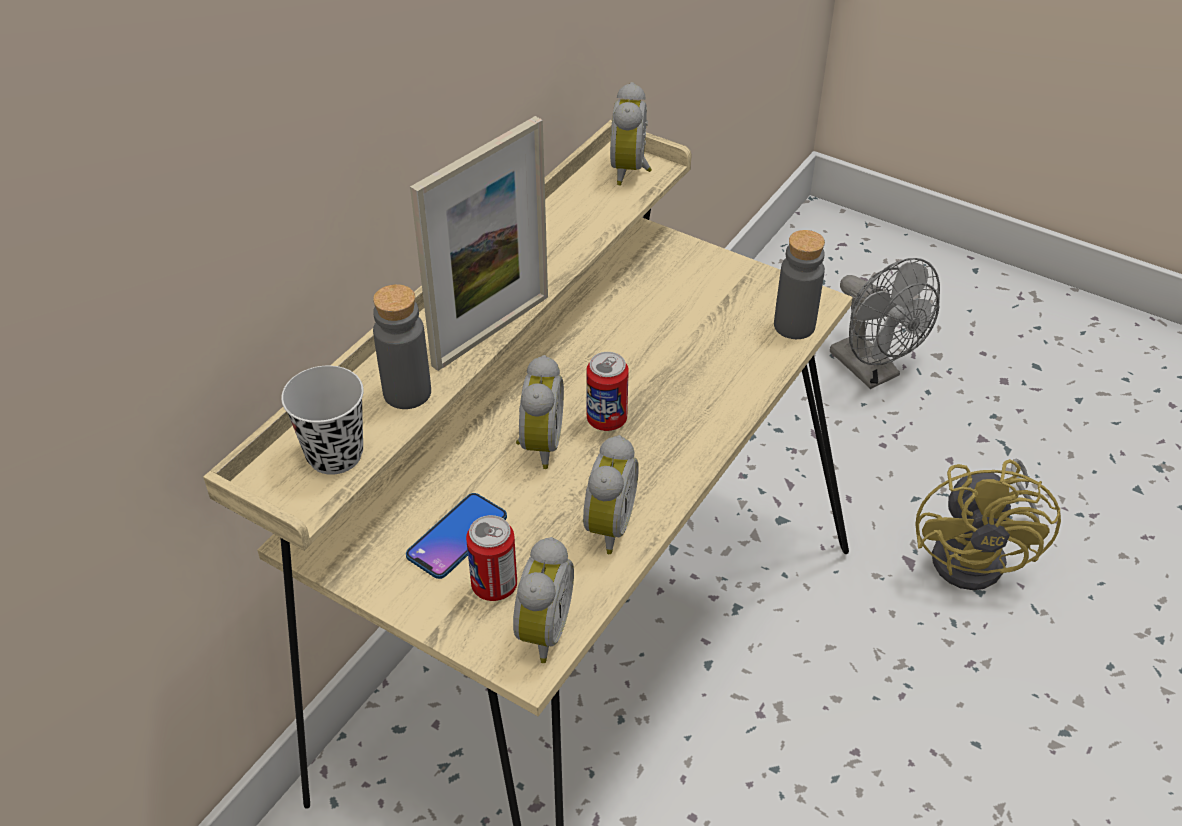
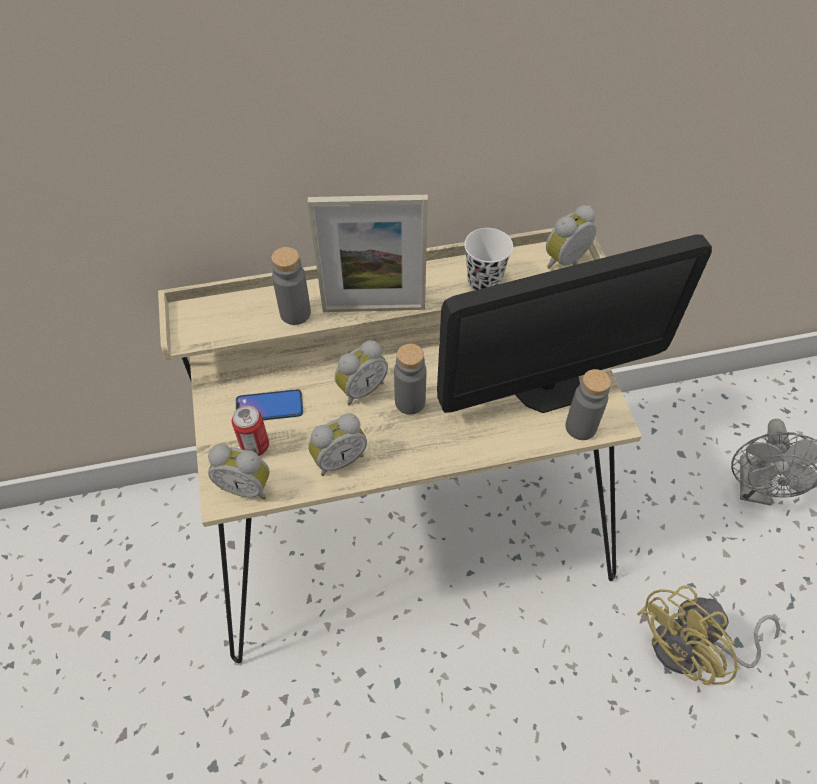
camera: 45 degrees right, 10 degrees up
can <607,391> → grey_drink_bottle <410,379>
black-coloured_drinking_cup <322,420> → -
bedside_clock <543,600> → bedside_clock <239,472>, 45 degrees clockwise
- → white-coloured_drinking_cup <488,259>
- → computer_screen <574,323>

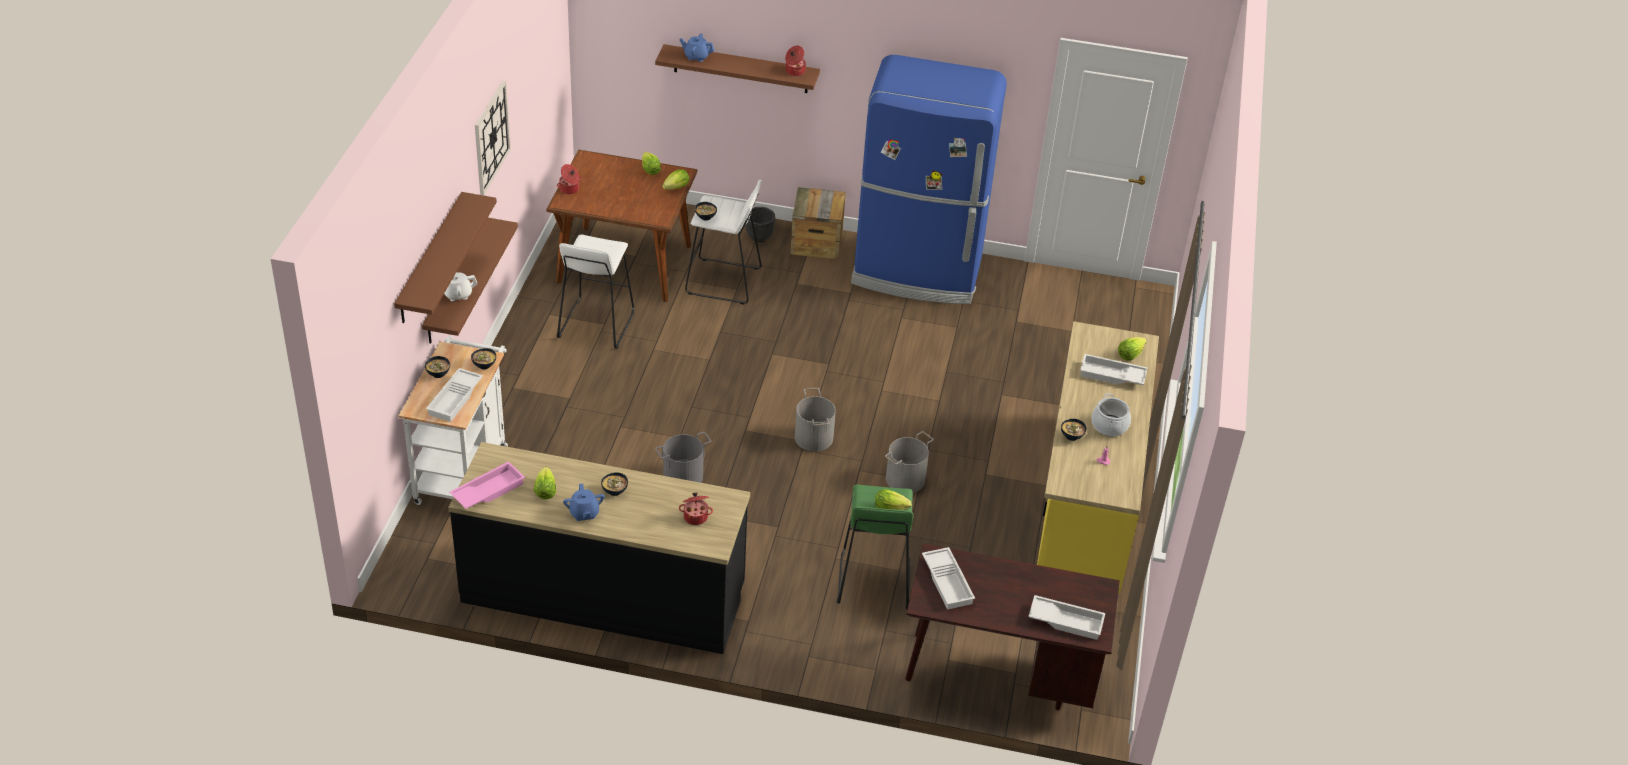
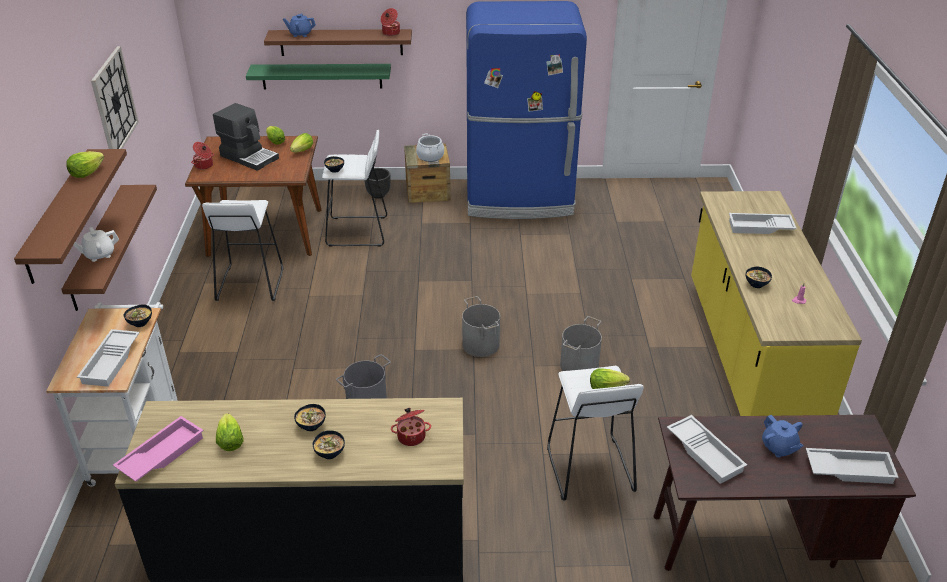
camera: 10 degrees left, 5 degrees down
lettuce_head <1132,349> → lettuce_head <85,164>, shifted
serving_bowl <437,367> → serving_bowl <329,444>, shifted
stockpot <1111,415> → stockpot <430,147>, shifted
blue-coloured_teapot <584,502> → blue-coloured_teapot <783,436>, shifted
green_sitting_stool <875,546> → white-coloured_sitting_stool <595,433>
- → green_shelf <318,76>
- → coffee_machine <246,137>

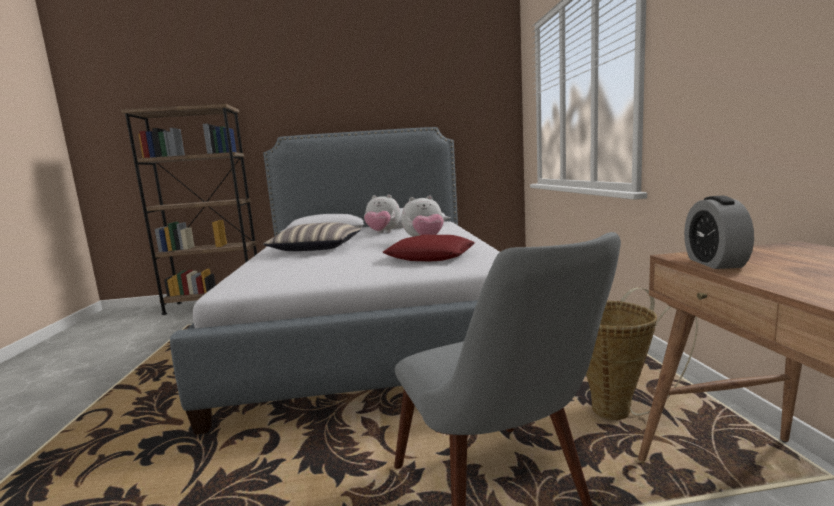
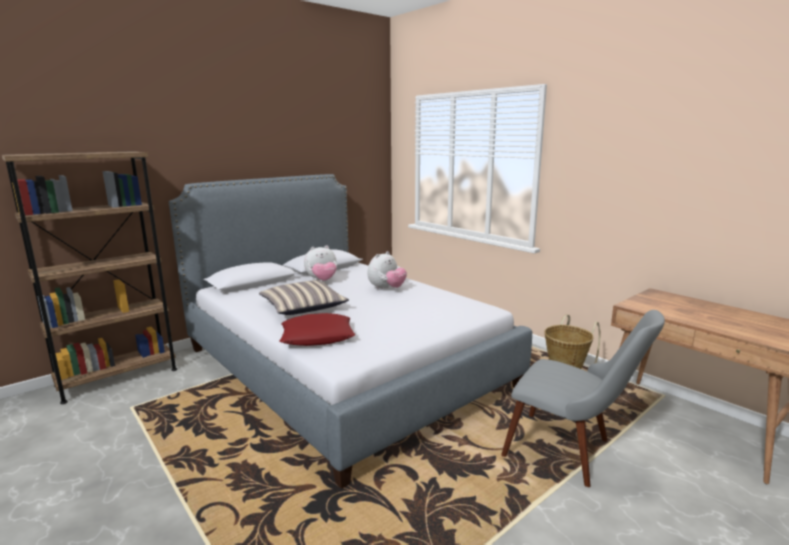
camera: 35 degrees left, 5 degrees up
bedside_clock <719,232> → -
red-coloured_cushion <428,248> → red-coloured_cushion <317,329>, shifted

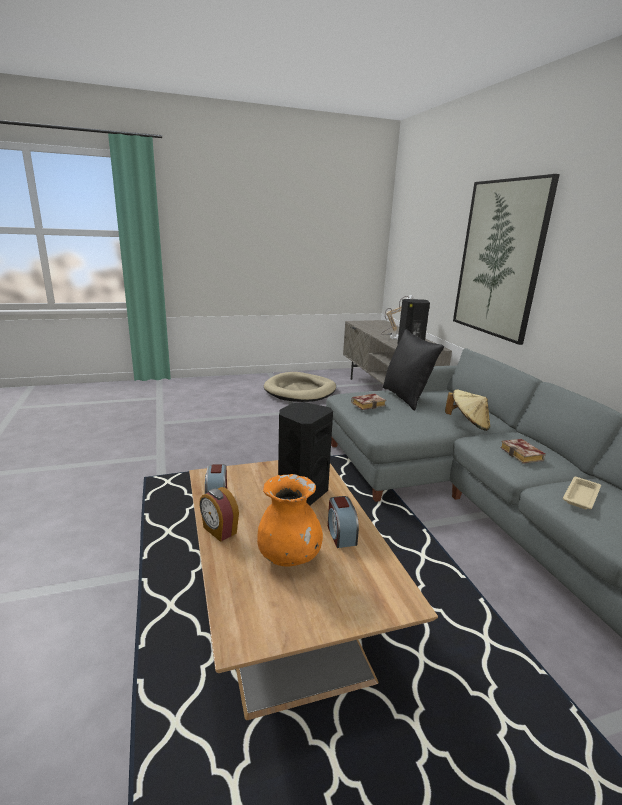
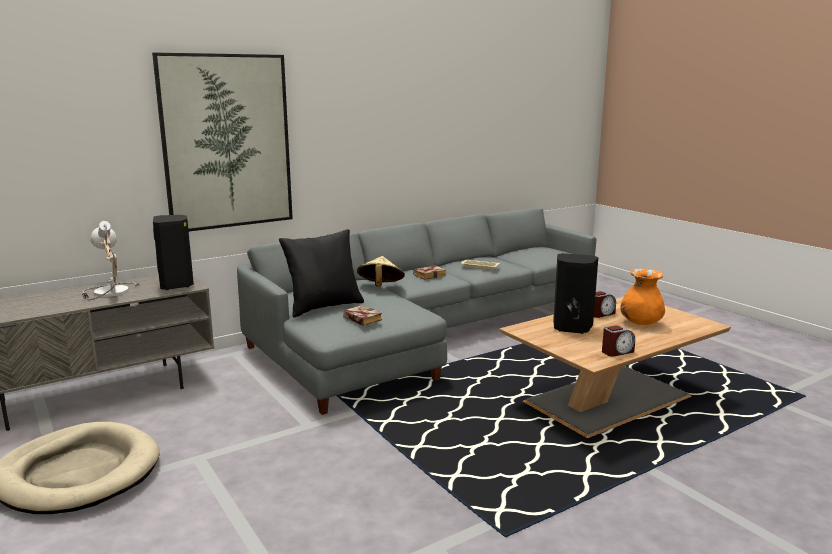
camera: 105 degrees left, 5 degrees down
bedside_clock <219,514> → -

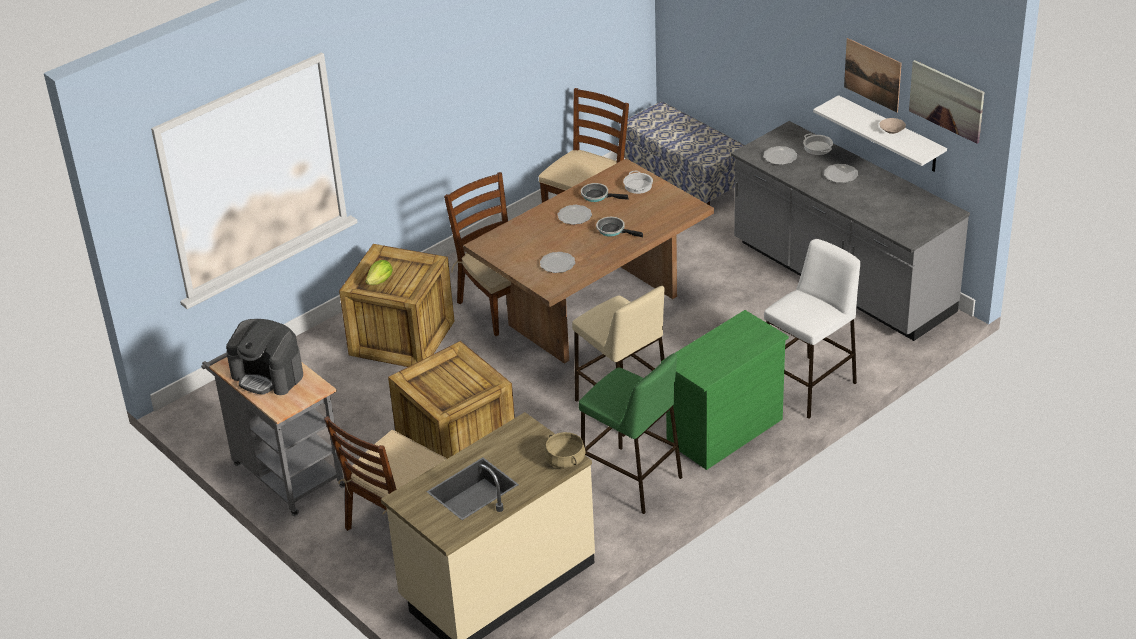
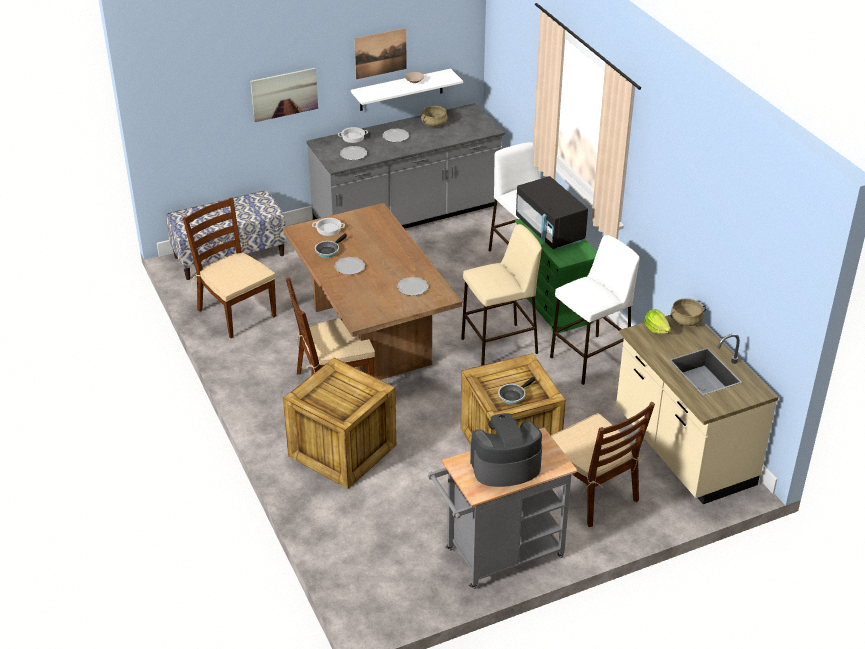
camera: 75 degrees left, 0 degrees up
wall_picture <946,102> → wall_picture <284,95>, shifted
pan <619,227> → pan <517,391>, shifted
lettuce_head <379,272> → lettuce_head <657,321>, shifted
coffee_machine <264,357> → coffee_machine <506,450>, 150 degrees counterclockwise
green_sitting_stool <631,433> → white-coloured_sitting_stool <595,310>
- → beige_stockpot <434,116>
- → black-coloured_microwave_oven <552,212>

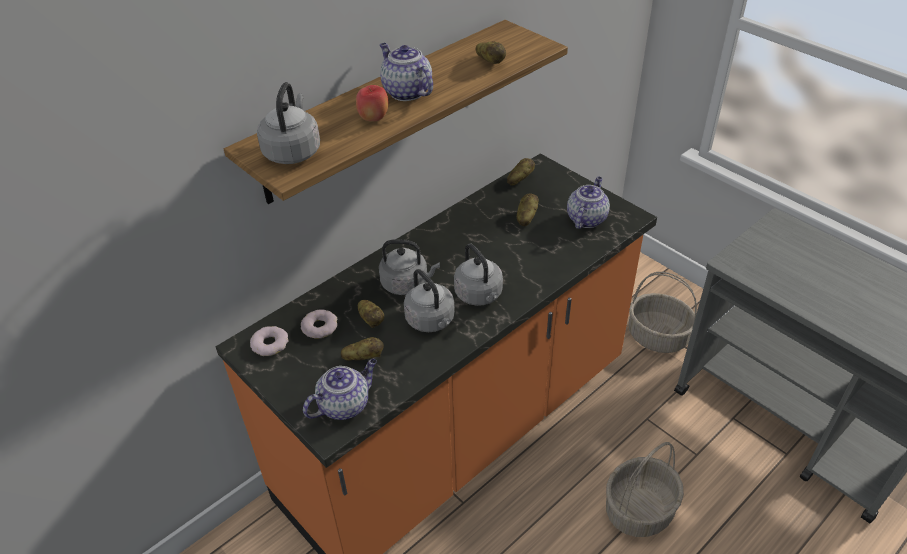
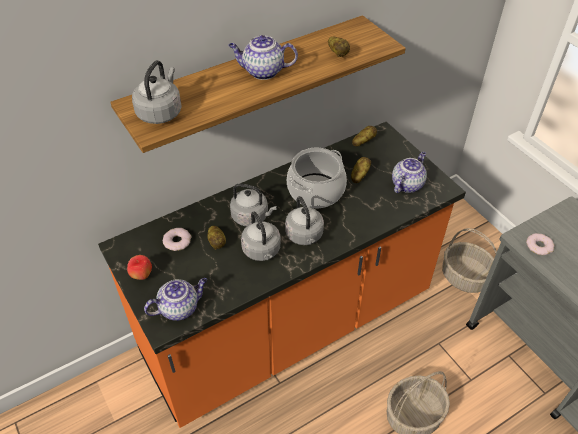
camera: 10 degrees right, 5 degrees up
teapot <406,72> → teapot <263,57>, 60 degrees counterclockwise
apple <372,103> → apple <139,267>, shifted
doughnut <269,341> → doughnut <540,244>, shifted
spud <362,349> → -
- → stockpot <317,177>

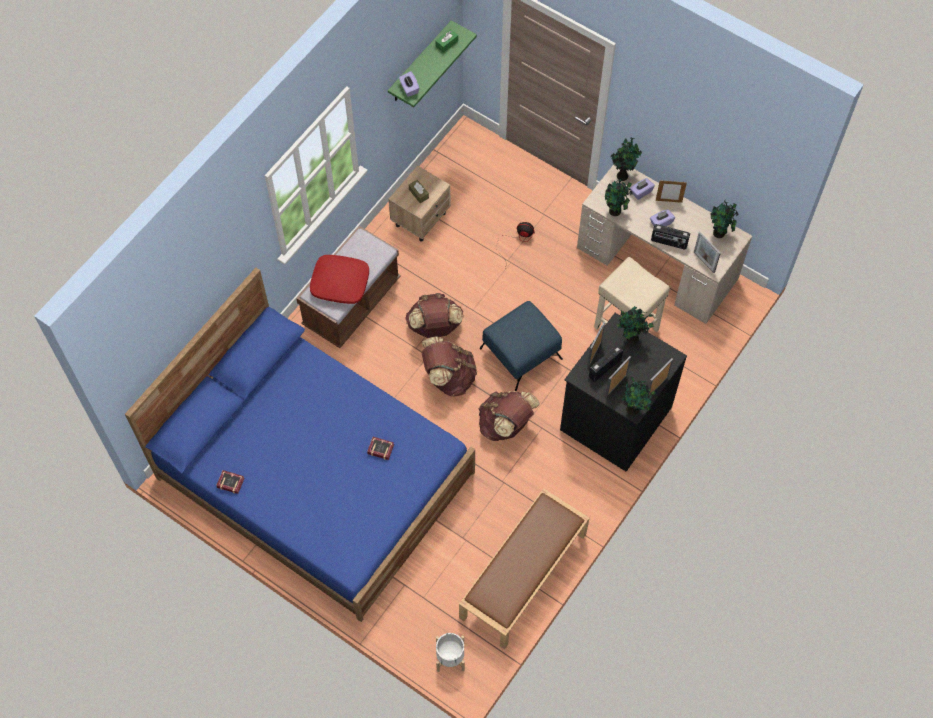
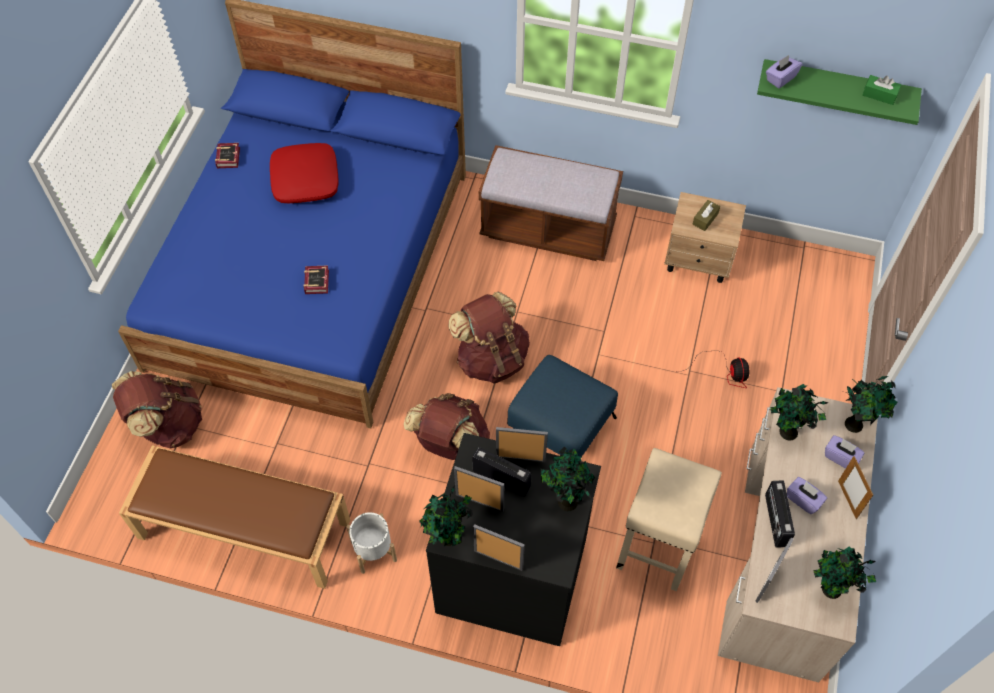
camera: 70 degrees right, 5 degrees down
red-coloured_cushion <339,279> → red-coloured_cushion <304,173>, shifted
brownish_rucksack <434,315> → brownish_rucksack <157,409>, shifted
white-coloured_plant_pot <450,652> → white-coloured_plant_pot <372,543>, shifted

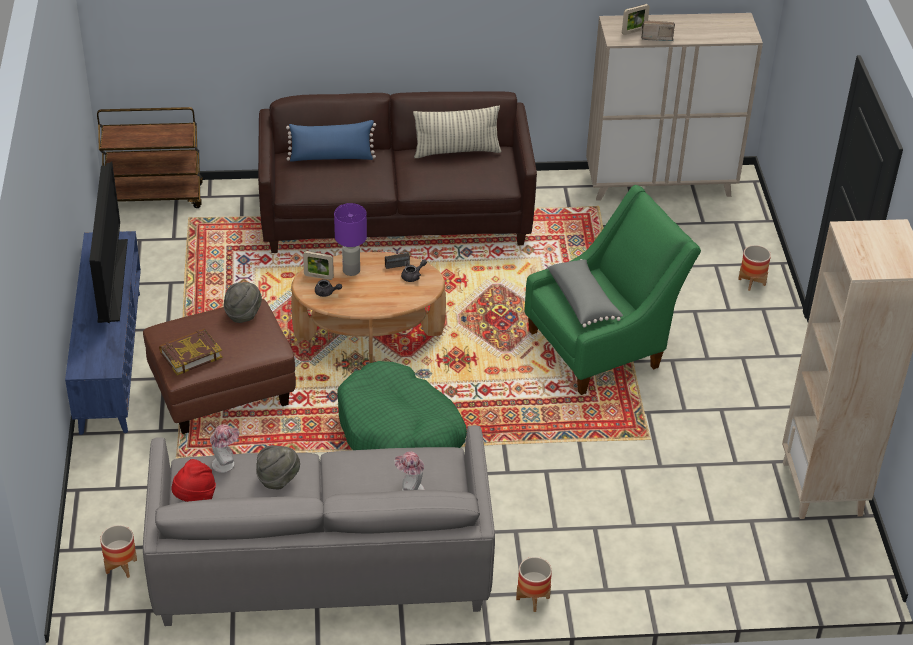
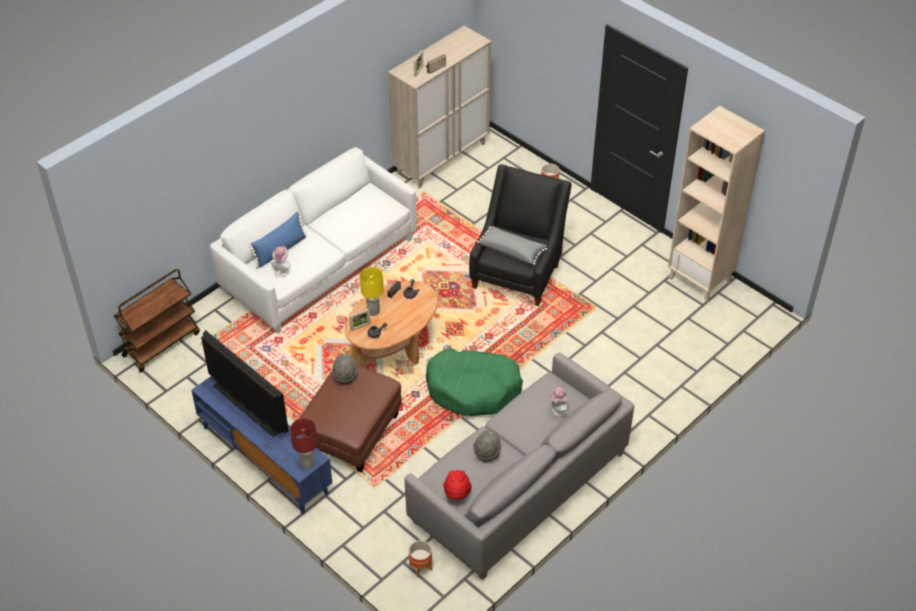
camera: 40 degrees left, 5 degrees up
brownish_sofa <397,172> → white-coloured_sofa <313,240>
cushion <457,132> → -
green_armchair <613,290> → black-coloured_armchair <520,235>
purple_tabletop_lamp <350,239> → yellow-coloured_tabletop_lamp <372,291>
volume <190,351> → -
hat <224,448> → hat <280,261>, shifted
plant_pot <534,584> → -
- → red-coloured_tabletop_lamp <304,443>

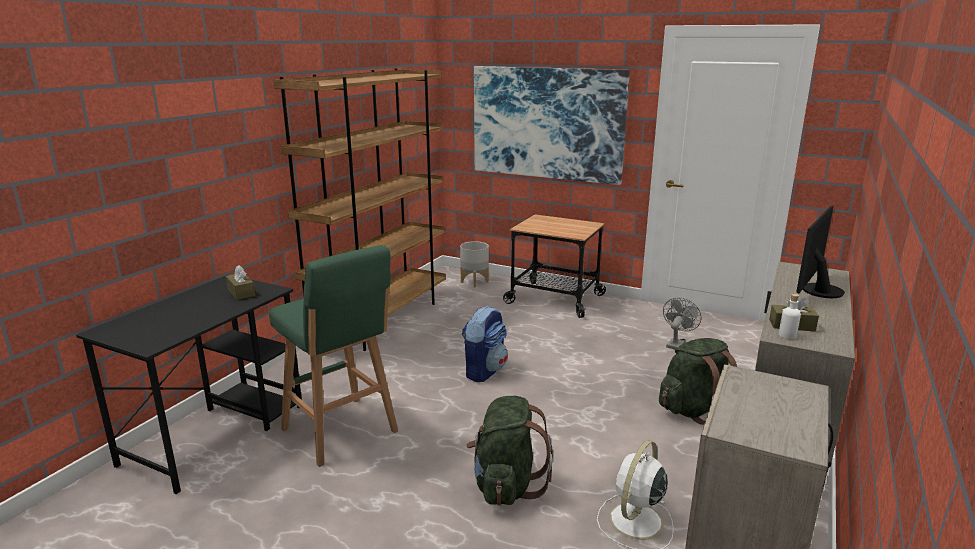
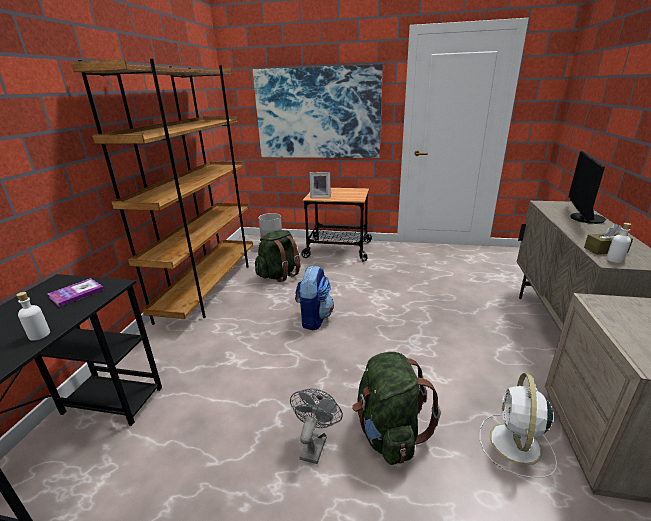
camera: 15 degrees left, 5 degrees up
green_sitting_stool <333,356> → -
brownish_tissue_box <240,282> → volume <76,292>
grey_cooling_fan <682,323> → grey_cooling_fan <316,426>, shifted
green_rucksack <698,381> → green_rucksack <277,256>, shifted
- → standing_frame <320,185>
- → white-coloured_drink_bottle <33,316>

